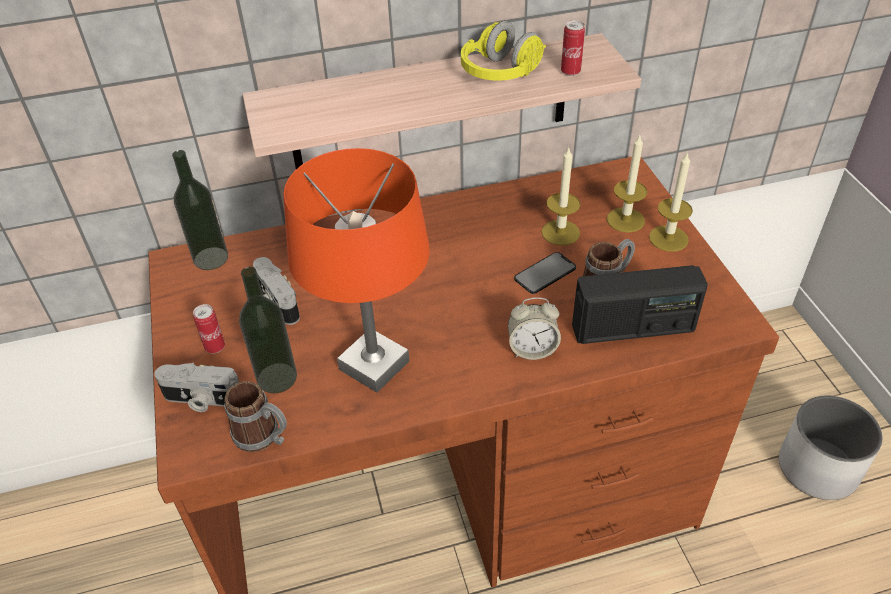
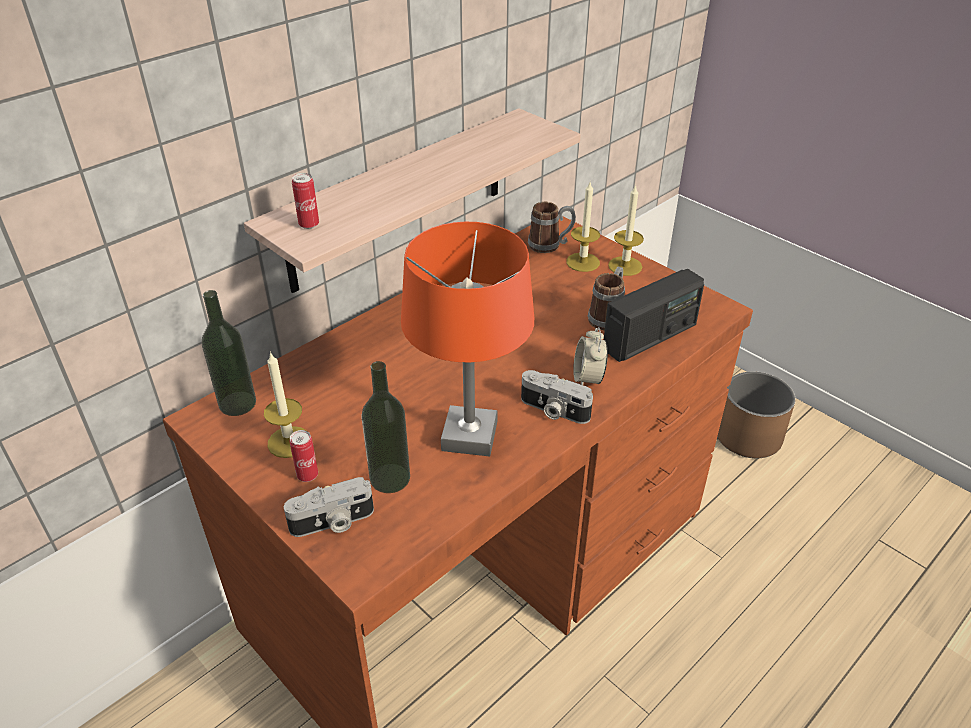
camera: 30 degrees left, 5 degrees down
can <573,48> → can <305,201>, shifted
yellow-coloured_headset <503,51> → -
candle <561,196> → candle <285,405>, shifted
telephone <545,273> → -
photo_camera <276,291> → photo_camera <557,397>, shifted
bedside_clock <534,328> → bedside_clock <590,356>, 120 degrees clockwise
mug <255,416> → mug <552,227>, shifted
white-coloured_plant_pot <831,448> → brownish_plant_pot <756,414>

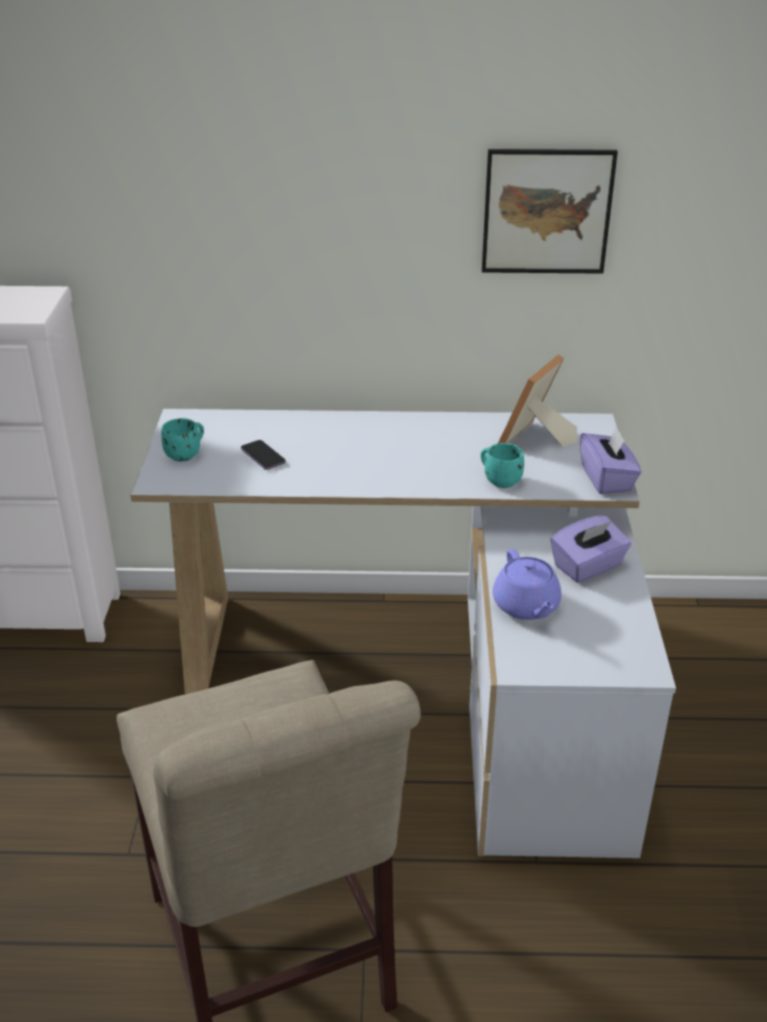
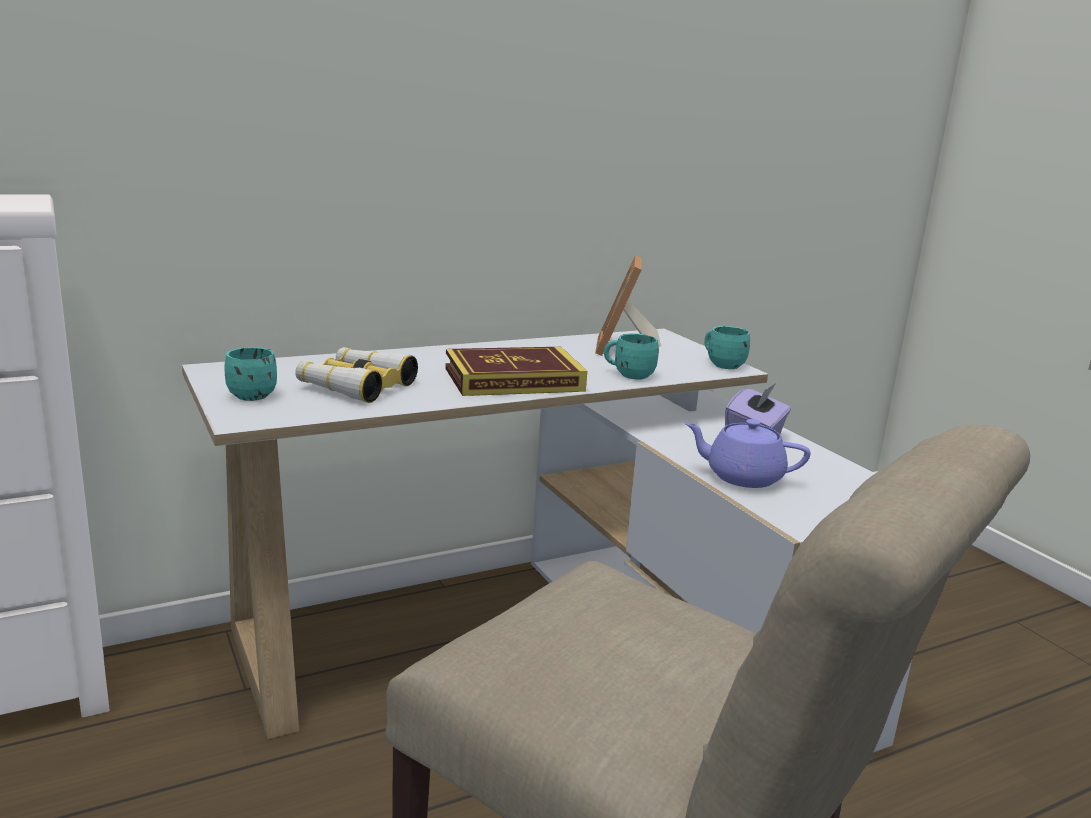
camera: 30 degrees left, 15 degrees down
wall_picture <550,211> → -
purple_tissue_box <610,460> → blue-green_mug <727,347>
telephone <263,455> → binoculars <356,375>
purple_teapot <527,584> → purple_teapot <747,453>, 150 degrees clockwise
- → volume <516,371>

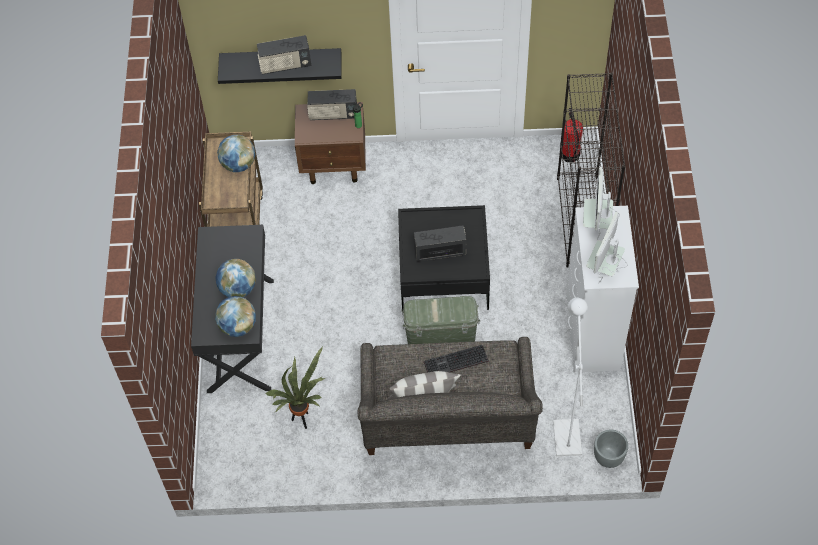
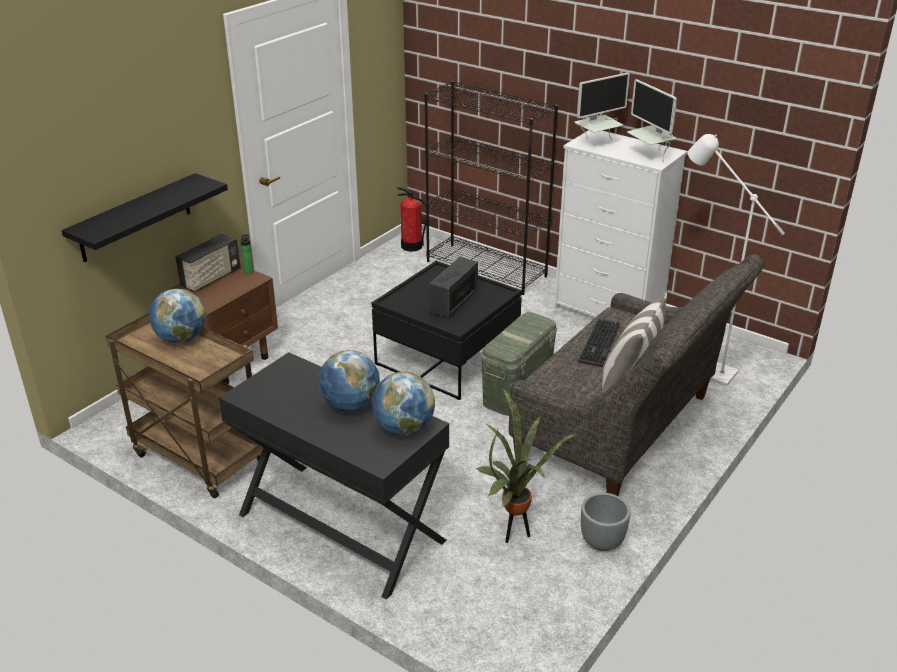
camera: 55 degrees left, 25 degrees down
radio <284,55> → -
computer_screen <601,203> → computer_screen <602,106>, 75 degrees counterclockwise
grey_plant_pot <611,448> → grey_plant_pot <605,522>, shifted

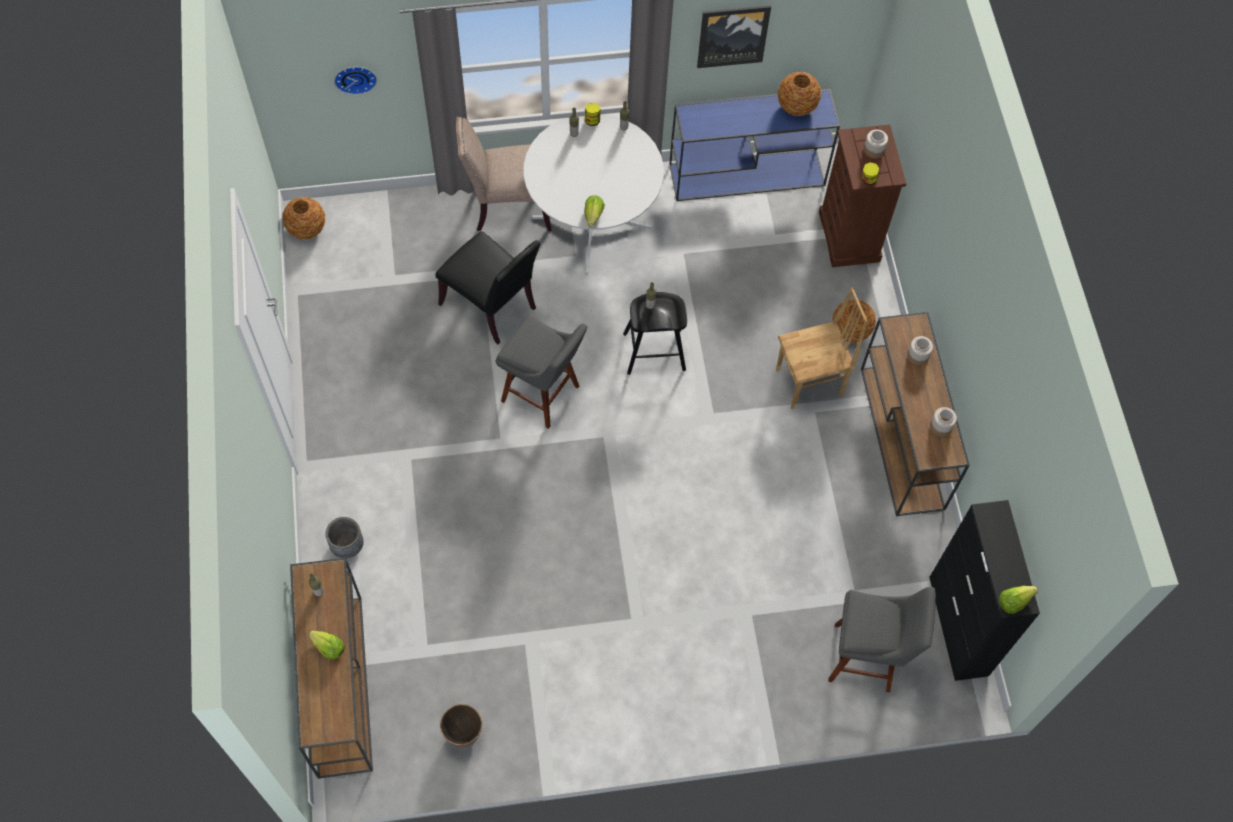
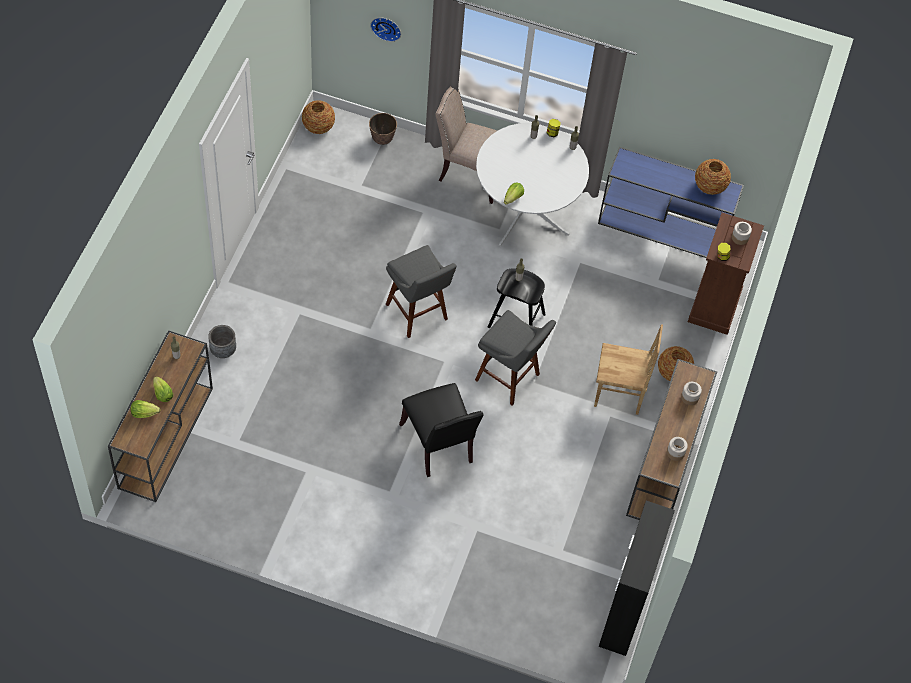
camera: 25 degrees right, 5 degrees down
wall_picture <734,36> → -
black-coloured_chair <488,287> → black-coloured_chair <441,430>, shifted
lettuce_head <1018,599> → lettuce_head <146,409>, shifted
grey_sitting_stool <882,639> → grey_sitting_stool <515,358>, shifted
plant_pot <461,726> → plant_pot <383,129>, shifted

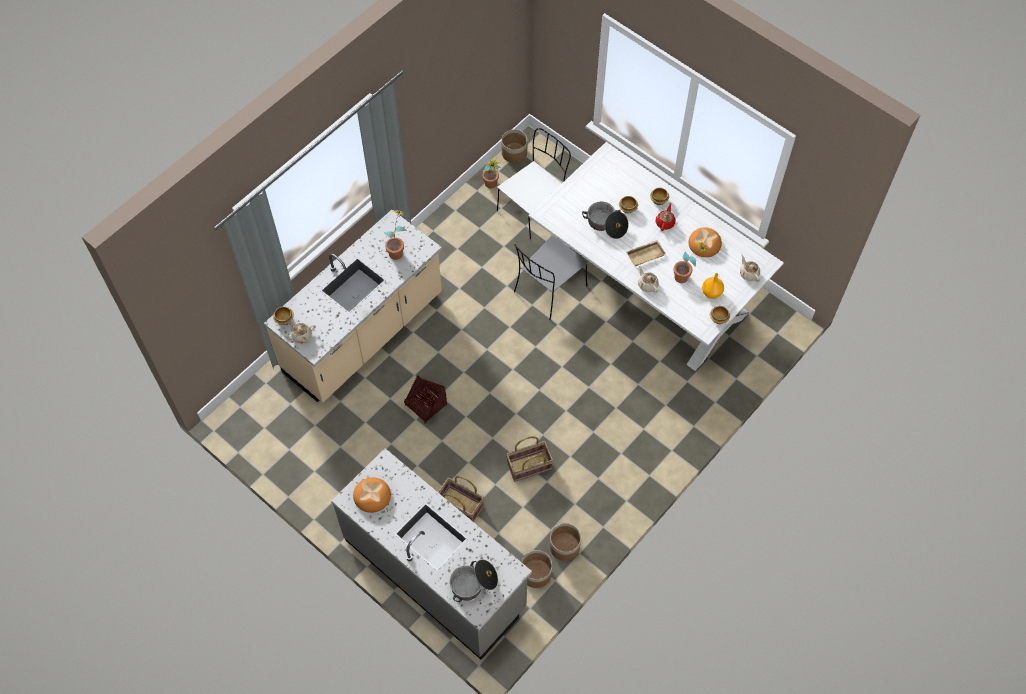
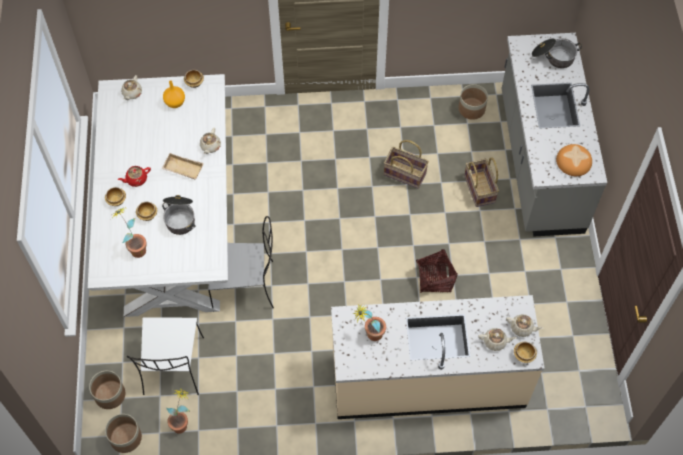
camera: 135 degrees left, 0 degrees up
white-coloured_chair <534,183> → white-coloured_chair <165,356>, 90 degrees counterclockwise
bread <705,242> → -
plant_in_a_pot <690,262> → plant_in_a_pot <129,232>, shifted
plant_pot <565,542> → plant_pot <107,390>, shifted
- → beige_teapot <497,339>

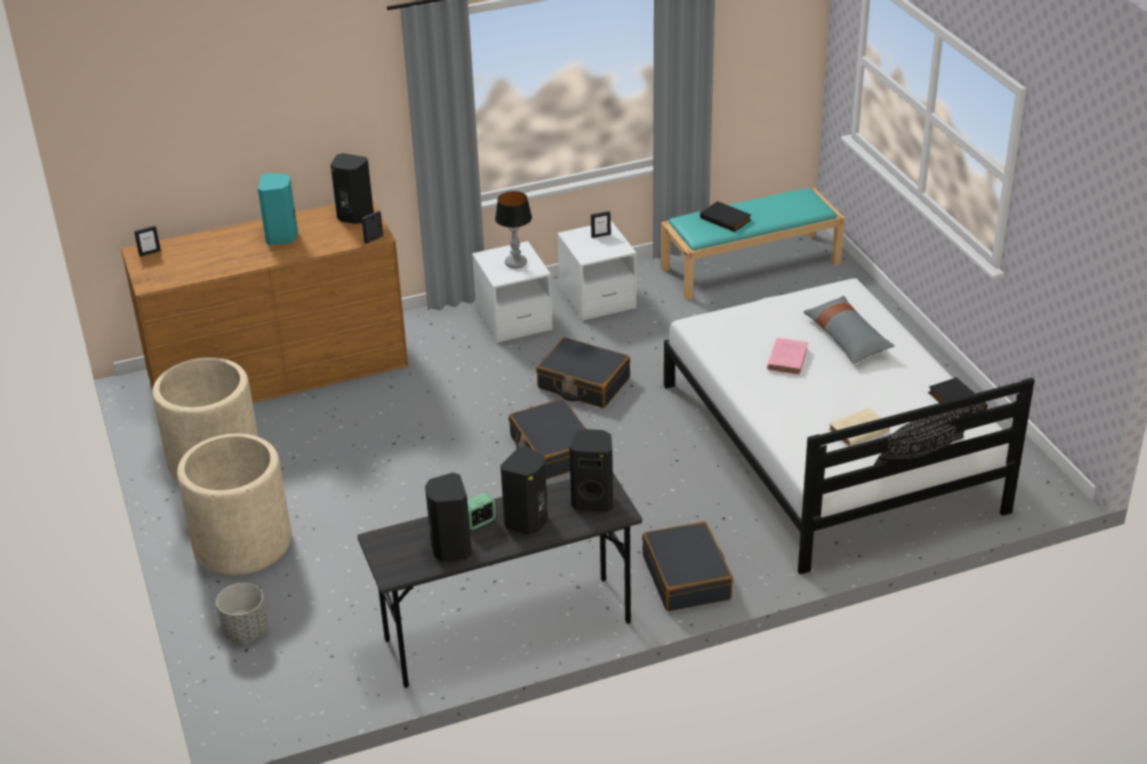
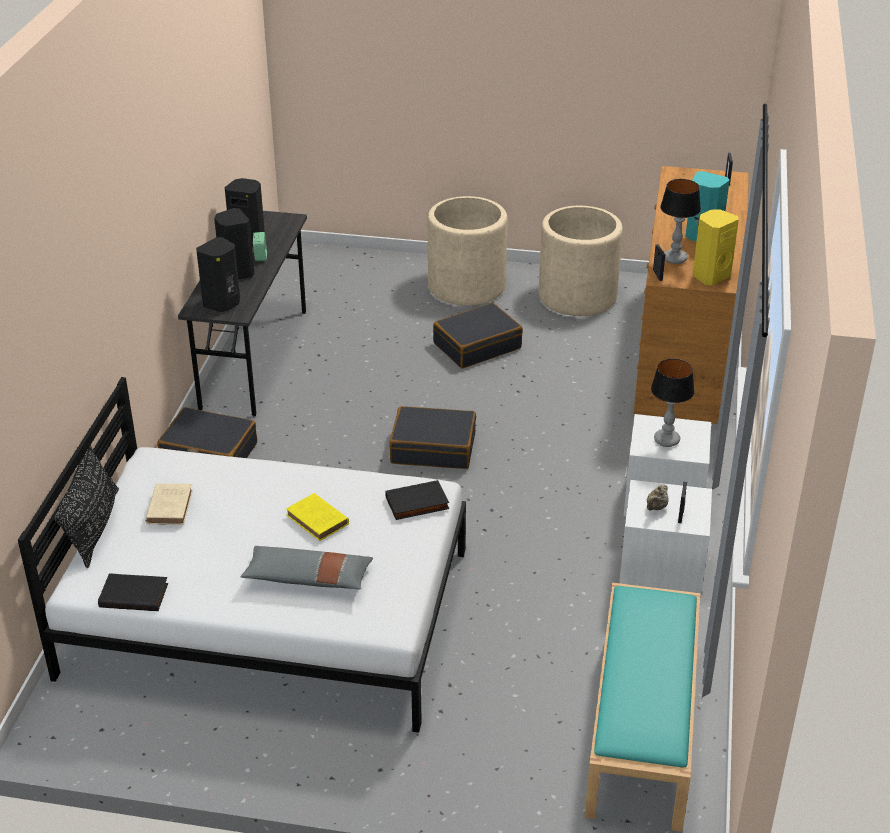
camera: 120 degrees right, 0 degrees up
black-coloured_audio_speaker <352,188> → yellow-coloured_audio_speaker <715,247>
black-coloured_volume <725,216> → black-coloured_volume <417,500>, shifted
black-coloured_piece_of_luggage <583,372> → black-coloured_piece_of_luggage <478,335>, shifted
pink-coloured_volume <787,356> → yellow-coloured_volume <317,517>
grey_plant_pot <242,612> → -
- → tabletop_lamp <680,221>
- → beige_teapot <658,497>

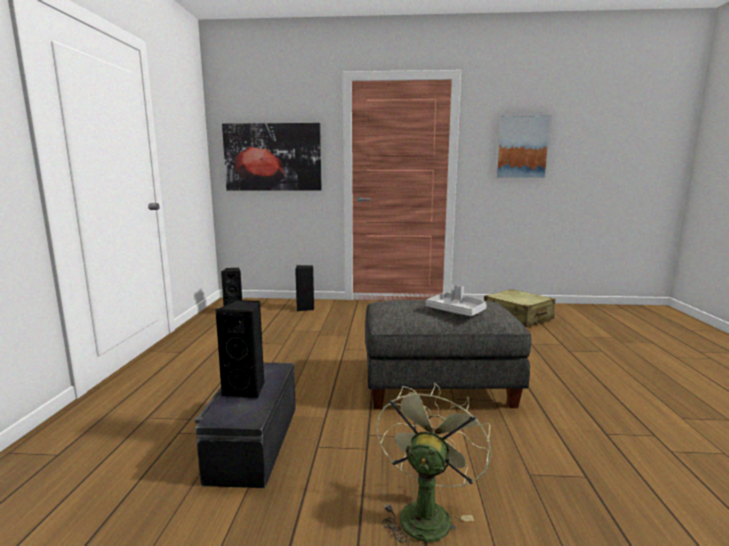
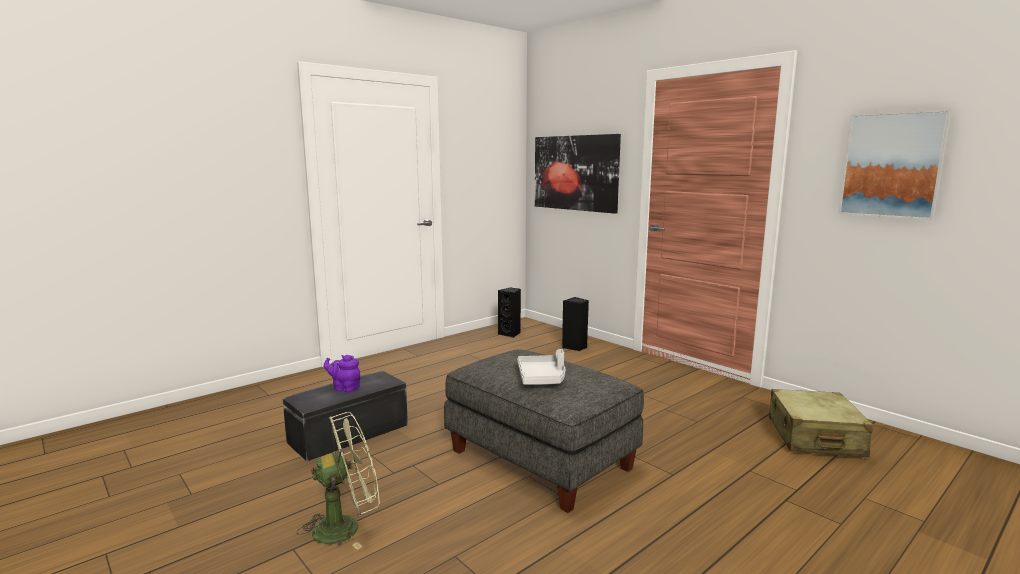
camera: 45 degrees right, 0 degrees up
black-coloured_audio_speaker <240,349> → purple_teapot <342,373>

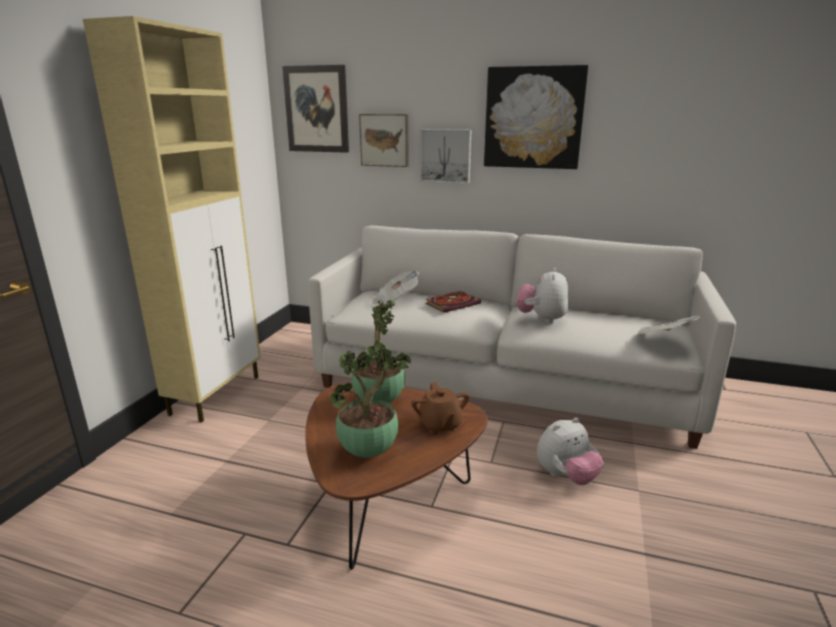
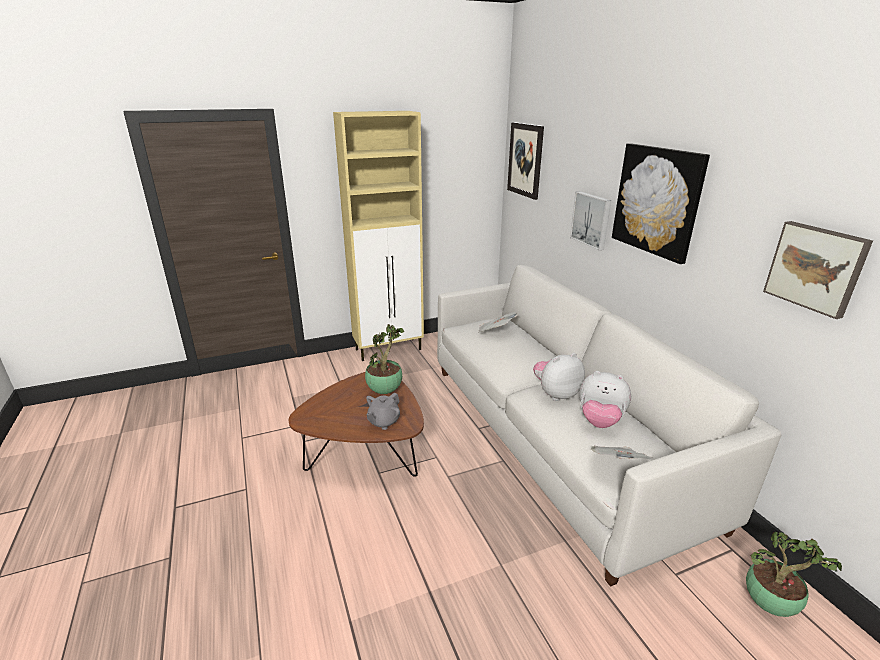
camera: 50 degrees right, 5 degrees up
wall_picture <384,140> → wall_picture <818,270>, shifted
volume <453,302> → -
plant_in_a_pot <370,399> → plant_in_a_pot <794,574>, shifted
brownish_teapot <440,408> → grey_teapot <383,411>
soft_toy <570,451> → soft_toy <605,399>, shifted

